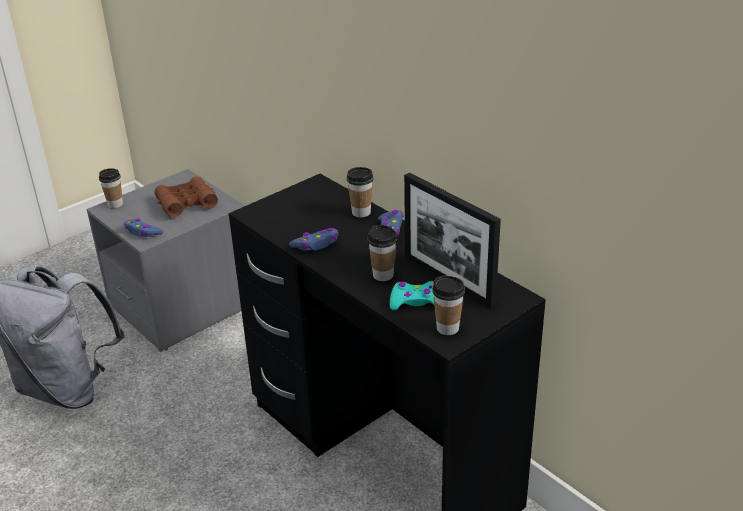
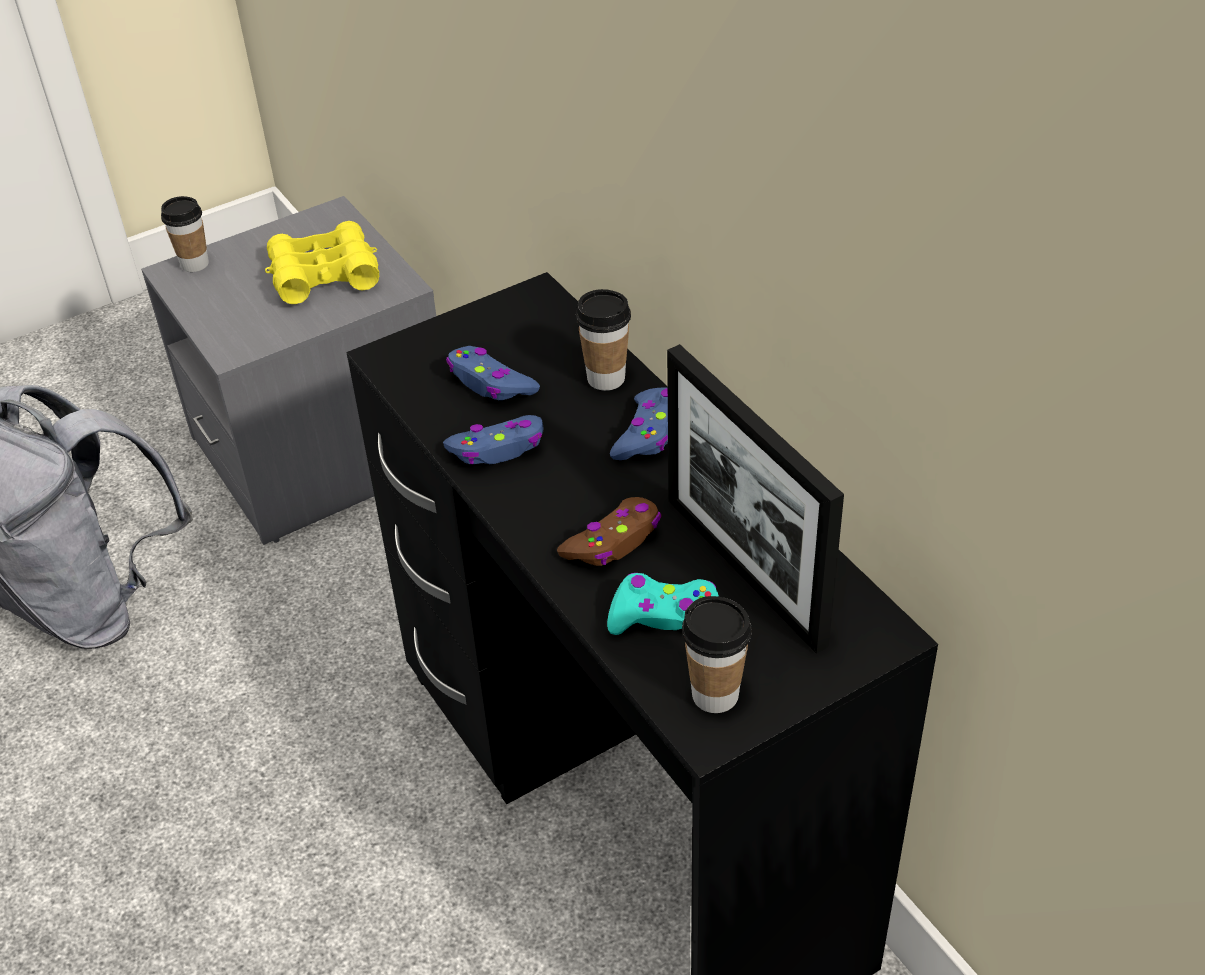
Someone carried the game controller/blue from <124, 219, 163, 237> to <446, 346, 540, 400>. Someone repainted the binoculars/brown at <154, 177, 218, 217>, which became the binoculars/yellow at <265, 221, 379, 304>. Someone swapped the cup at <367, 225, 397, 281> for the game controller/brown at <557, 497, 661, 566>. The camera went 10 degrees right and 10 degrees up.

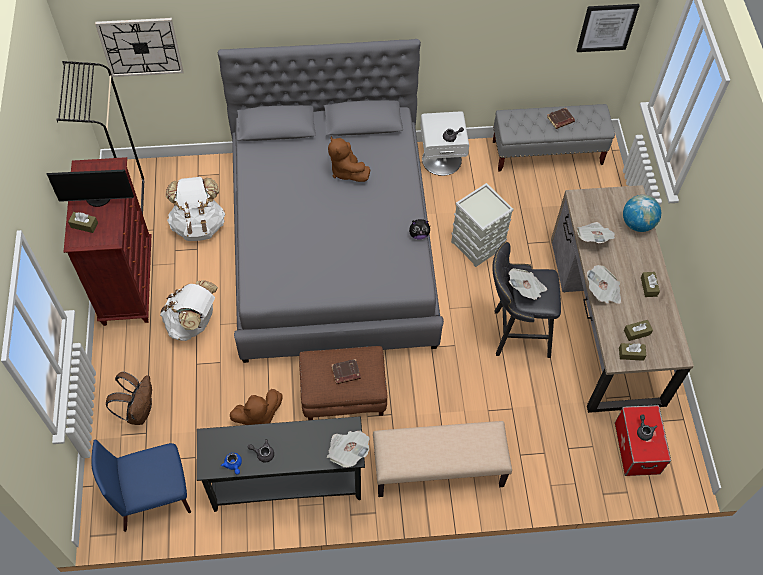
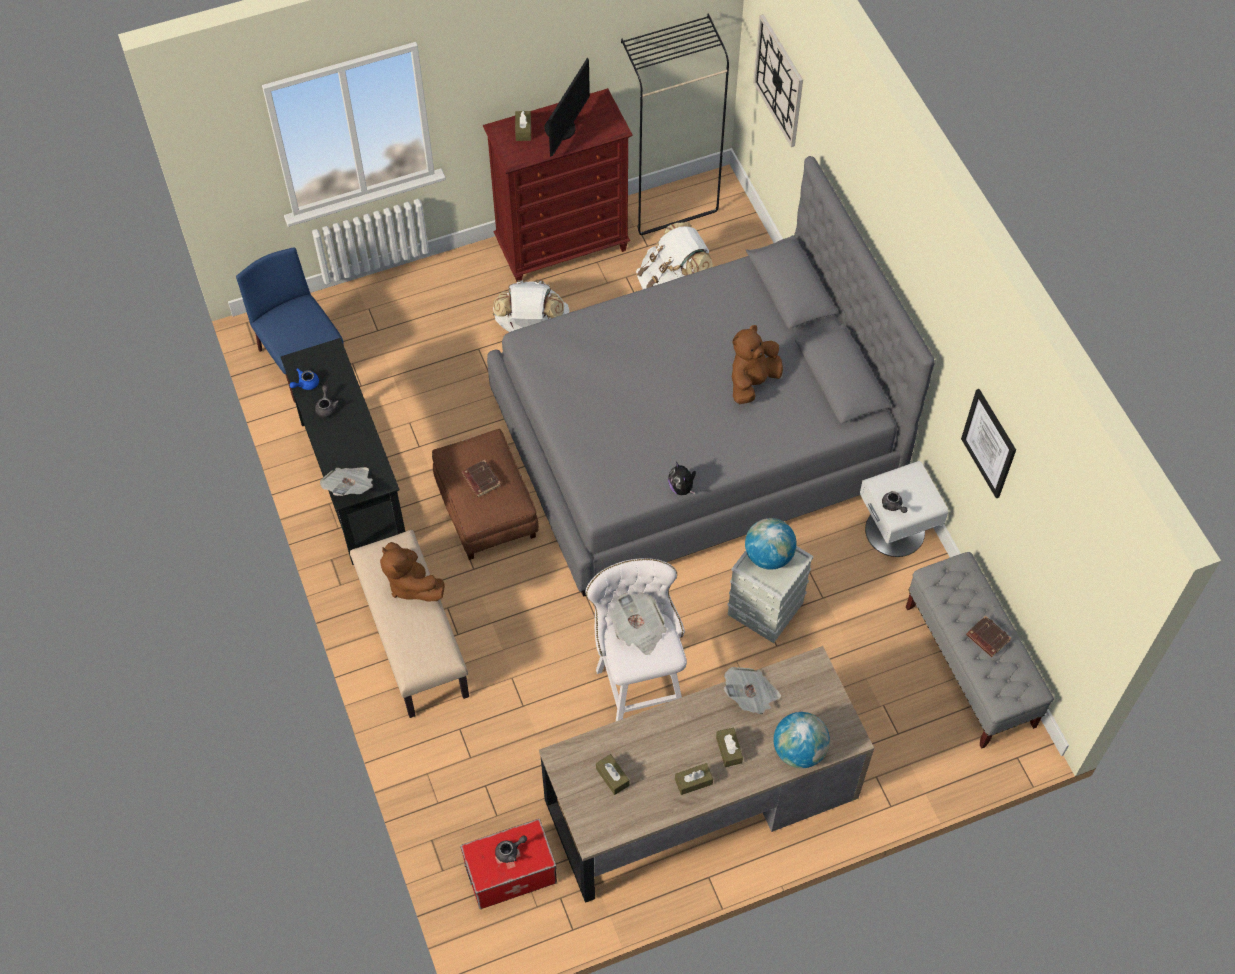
Someone rotated the monitor at <46, 170, 134, 207> by 135 degrees counterclockwise. Someone took away the backpack/brown at <106, 372, 152, 425>. Someone carried the plush toy/brown from <230, 389, 283, 425> to <380, 542, 445, 602>. Someone repainted the stool/black at <492, 242, 561, 358>, which became the stool/white at <585, 558, 687, 721>. Someone carried the picture from <577, 4, 640, 52> to <961, 389, 1016, 498>. Someone took away the newspaper at <587, 265, 621, 304>. Someone carried the tissue box/brown from <619, 343, 646, 361> to <716, 727, 743, 767>. Someone put down the globe at <745, 518, 797, 570>. The camera went 75 degrees right and 0 degrees up.

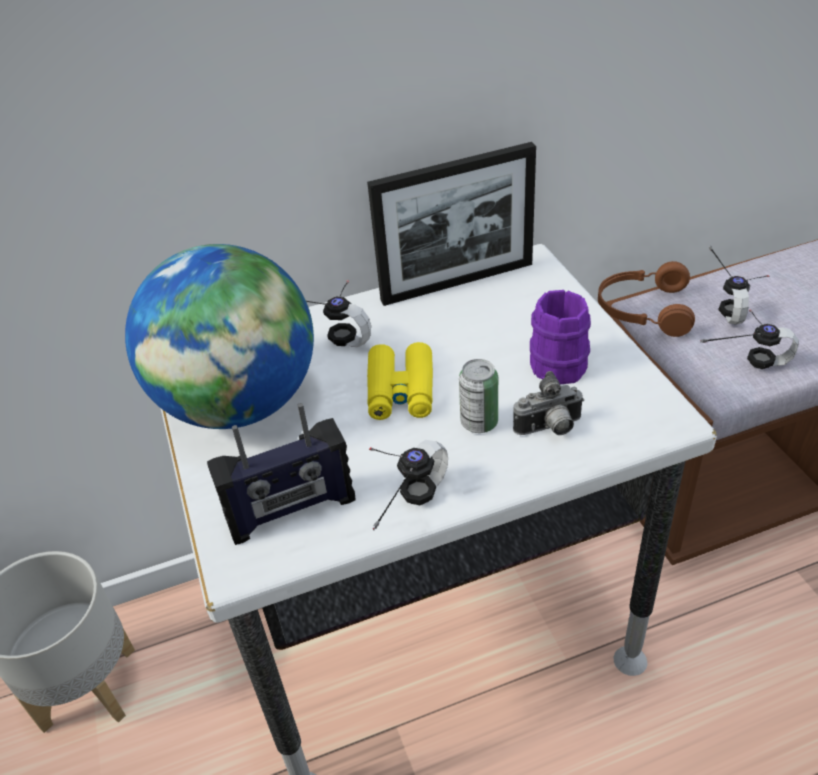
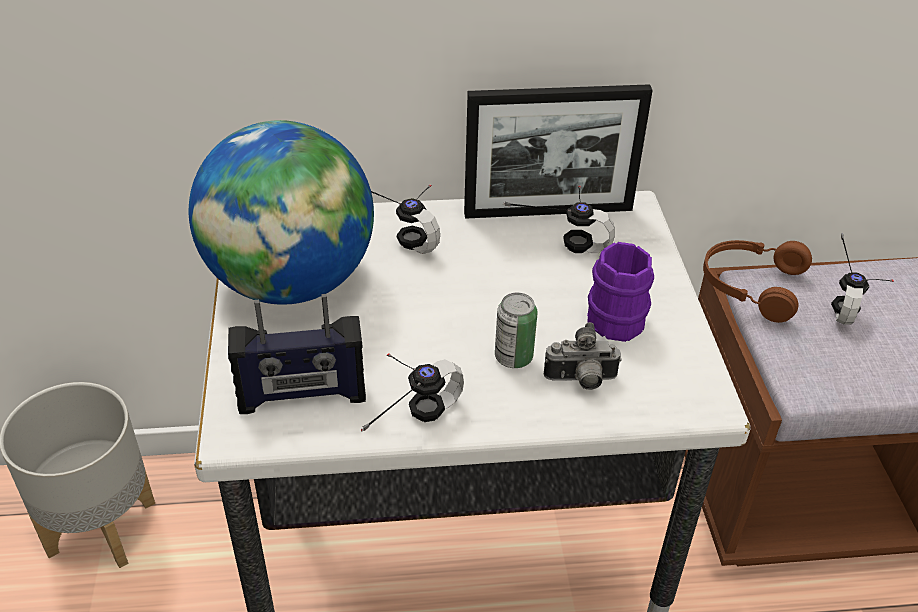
Someone took away the binoculars/yellow at <367, 342, 433, 420>. Someone carried the headphones from <700, 310, 799, 369> to <503, 186, 615, 253>. The camera went 10 degrees right and 0 degrees up.

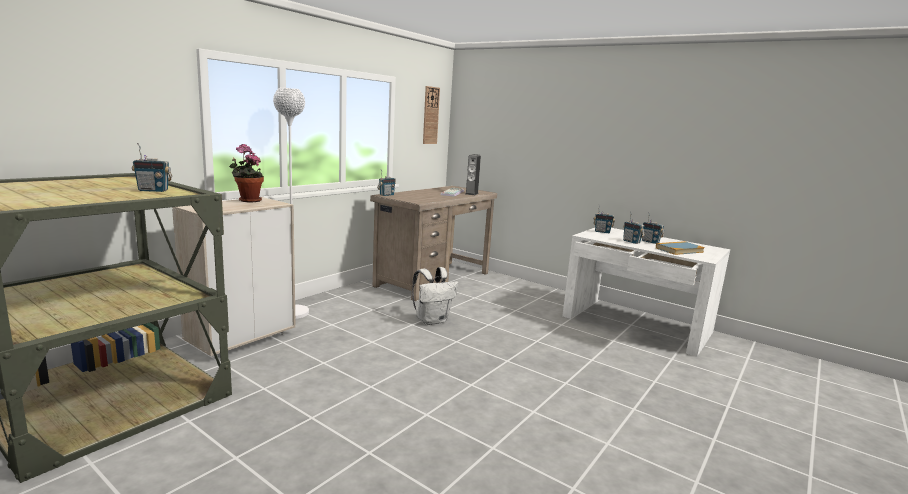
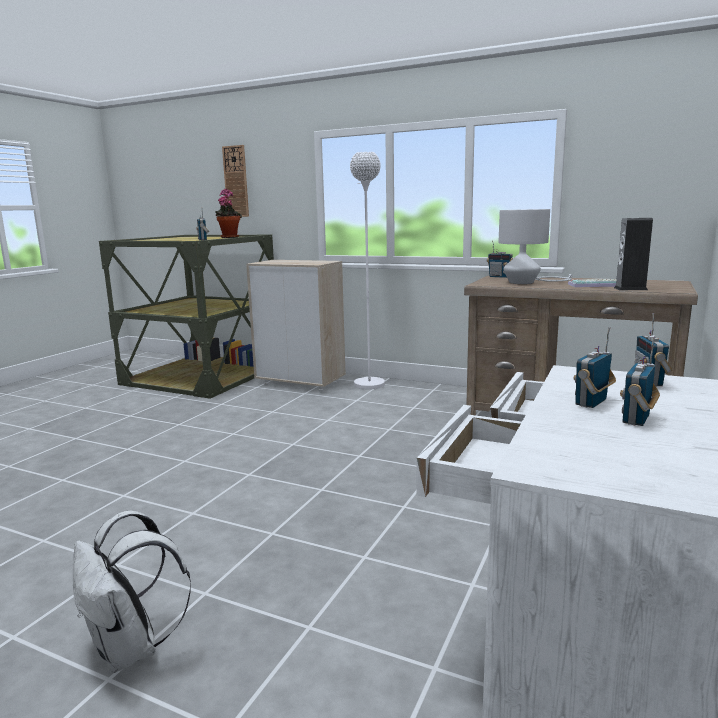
Someone carried the potted plant from <229, 144, 264, 202> to <215, 188, 242, 238>. Someone carried the backpack/white from <412, 267, 458, 325> to <73, 511, 191, 673>. Someone carried the wall clock from <423, 86, 440, 144> to <222, 145, 249, 217>. Someone took away the book at <656, 241, 705, 255>. Someone put down the table lamp/grey at <499, 209, 573, 284>. The camera went 80 degrees right and 0 degrees up.

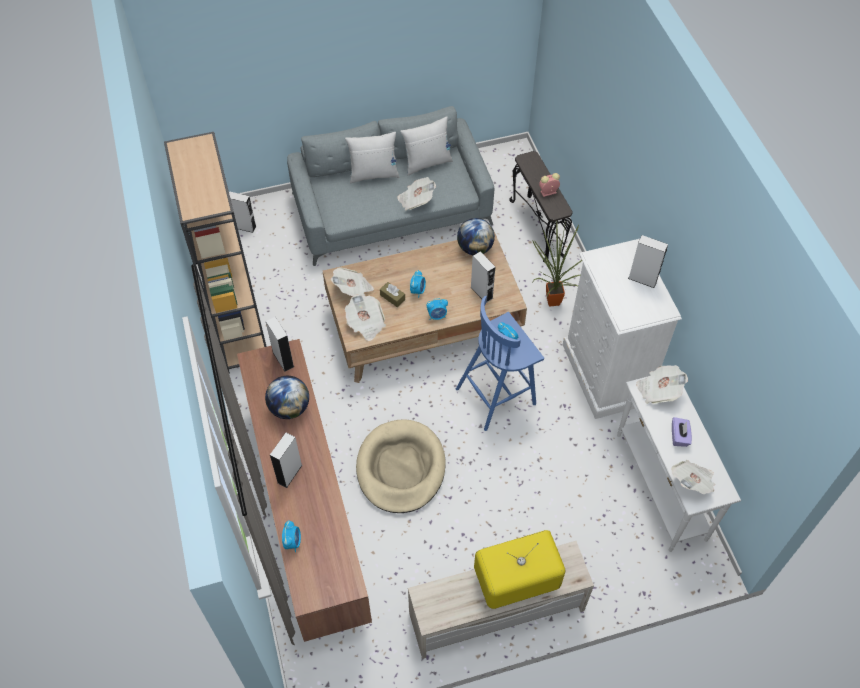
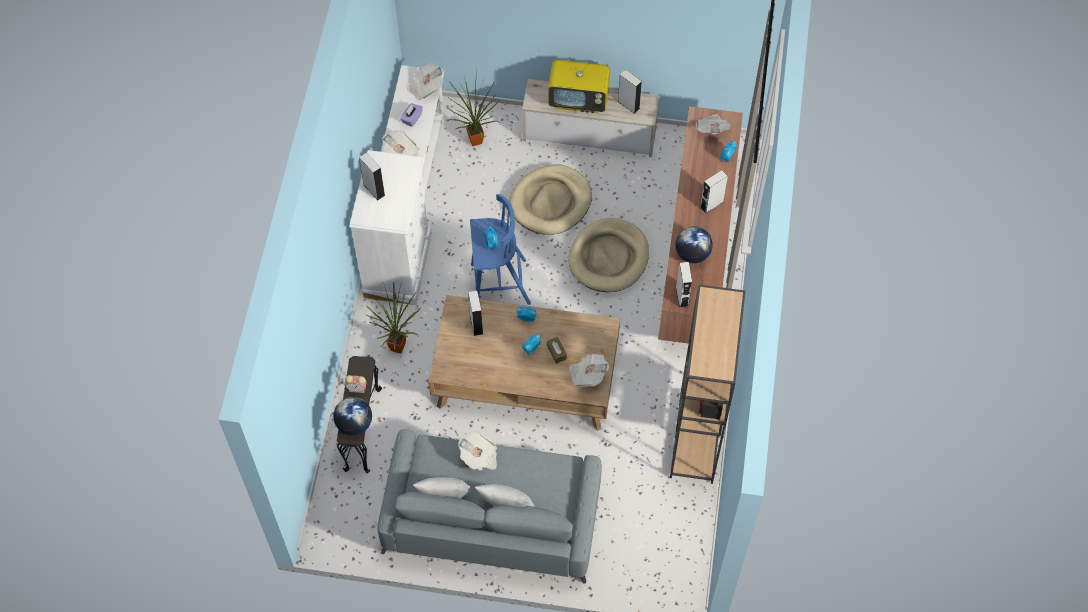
Someone carried the speaker/grey from <229, 191, 257, 233> to <618, 70, 642, 114>. Someone carried the newspaper from <345, 294, 386, 341> to <696, 114, 731, 134>. Someone carried the globe from <457, 218, 495, 255> to <333, 397, 372, 435>. Someone put down the potted plant at <448, 70, 501, 146>. Someone put down the dog bed/beige at <509, 164, 592, 235>. The camera went 155 degrees left and 5 degrees up.

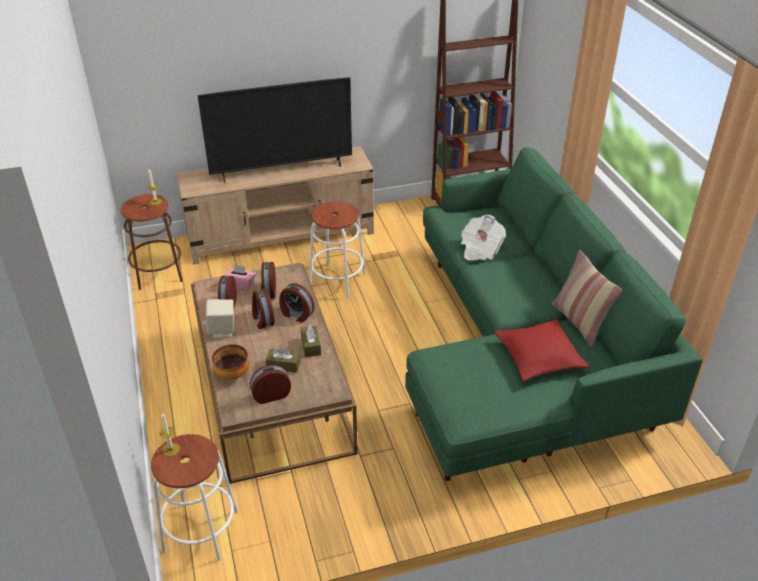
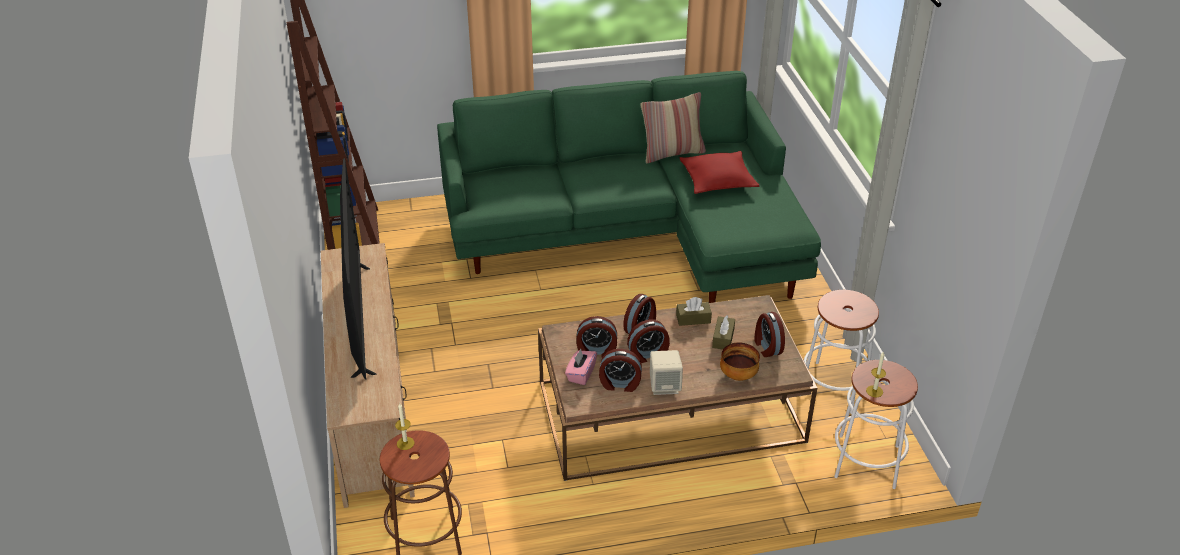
Someone carried the stool/white from <309, 201, 366, 299> to <804, 290, 879, 414>. Someone took away the newspaper at <461, 215, 506, 260>. The camera went 85 degrees left and 0 degrees up.

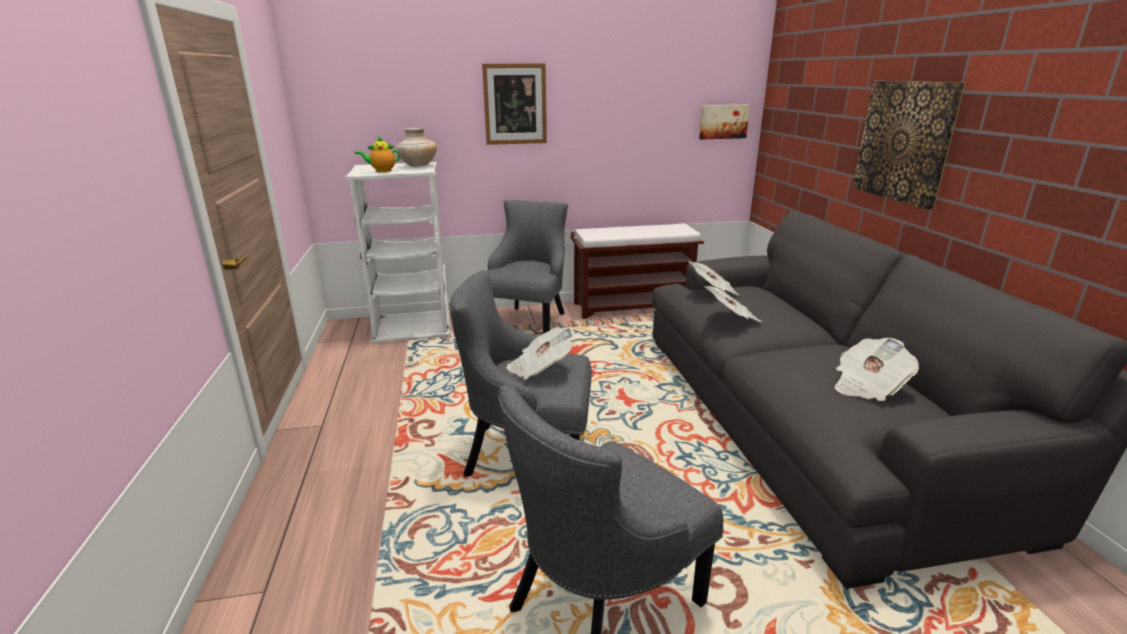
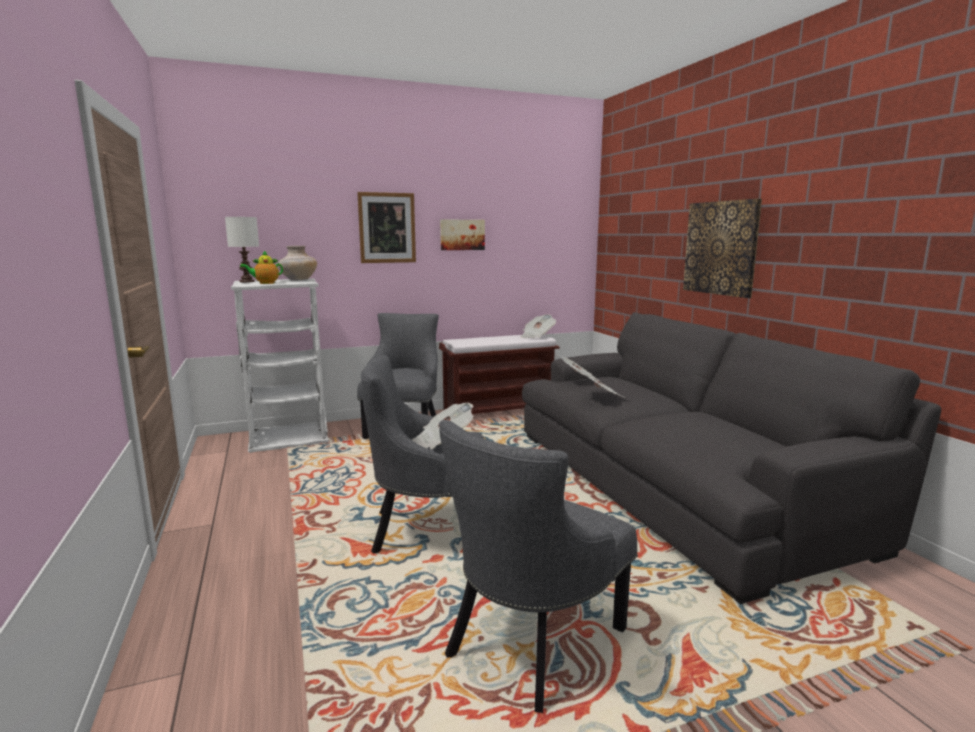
Someone carried the picture from <699, 105, 750, 139> to <440, 219, 485, 250>. Someone carried the newspaper from <835, 338, 919, 401> to <520, 314, 556, 338>. Someone put down the table lamp/white at <225, 217, 259, 282>. The camera went 10 degrees left and 10 degrees down.

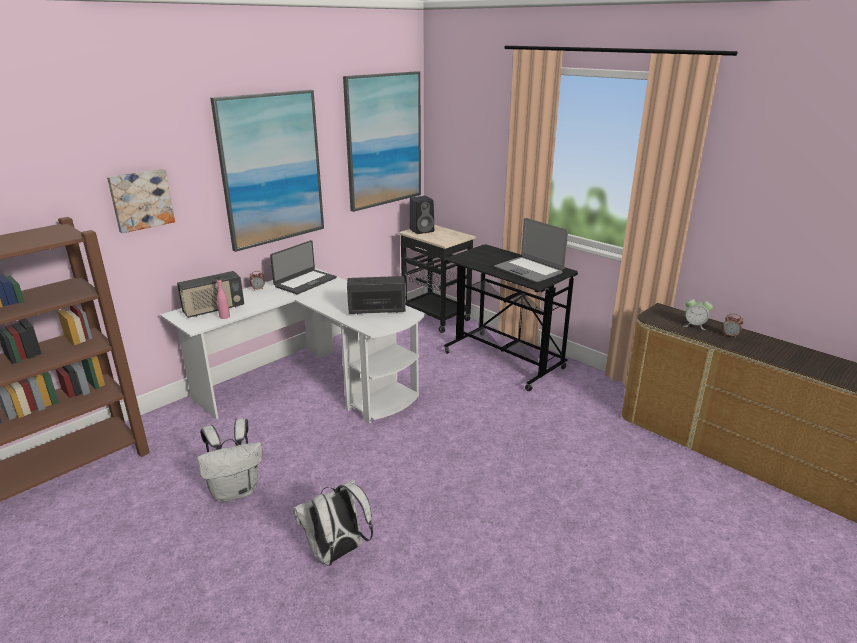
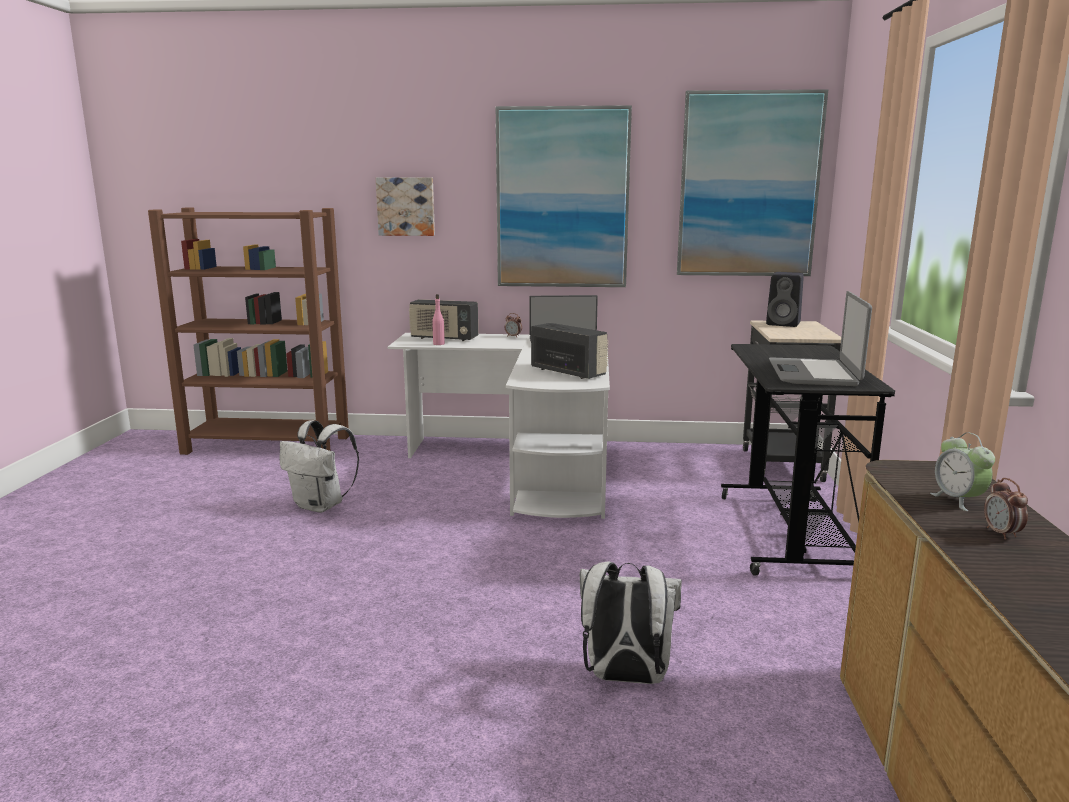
Someone carried the backpack/white from <293, 479, 373, 566> to <580, 561, 682, 684>. The camera went 50 degrees right and 10 degrees down.

